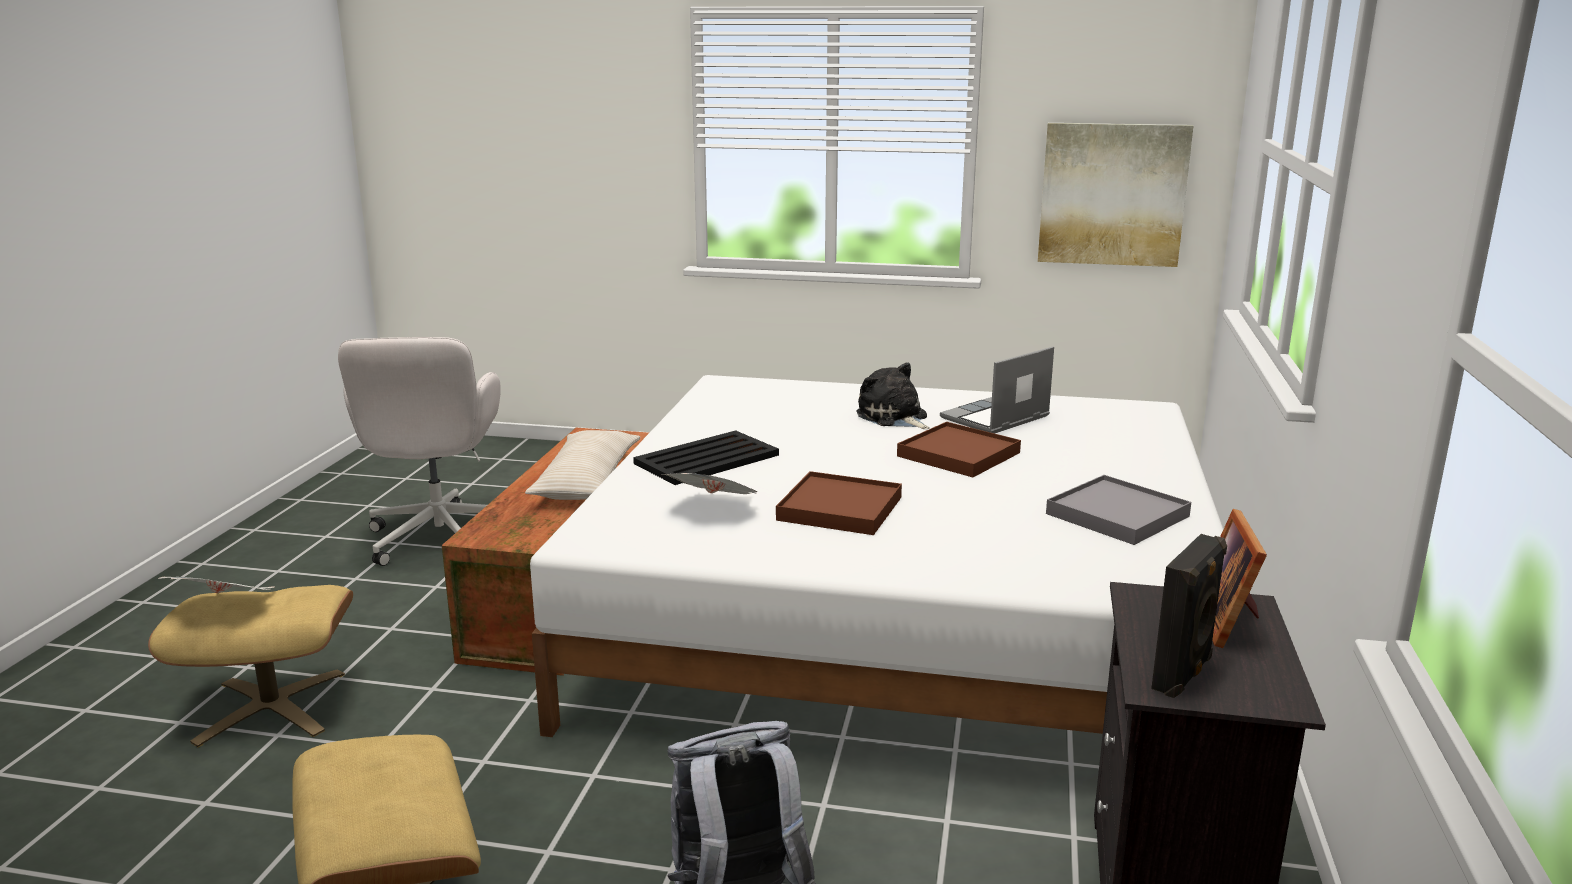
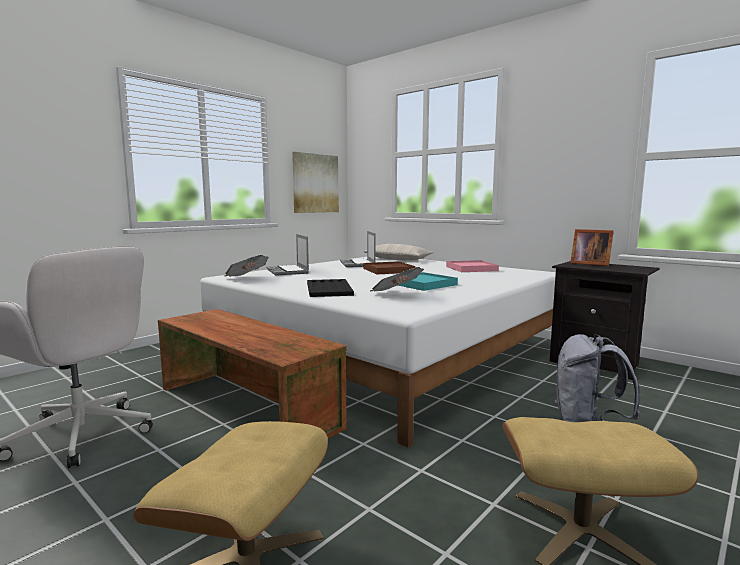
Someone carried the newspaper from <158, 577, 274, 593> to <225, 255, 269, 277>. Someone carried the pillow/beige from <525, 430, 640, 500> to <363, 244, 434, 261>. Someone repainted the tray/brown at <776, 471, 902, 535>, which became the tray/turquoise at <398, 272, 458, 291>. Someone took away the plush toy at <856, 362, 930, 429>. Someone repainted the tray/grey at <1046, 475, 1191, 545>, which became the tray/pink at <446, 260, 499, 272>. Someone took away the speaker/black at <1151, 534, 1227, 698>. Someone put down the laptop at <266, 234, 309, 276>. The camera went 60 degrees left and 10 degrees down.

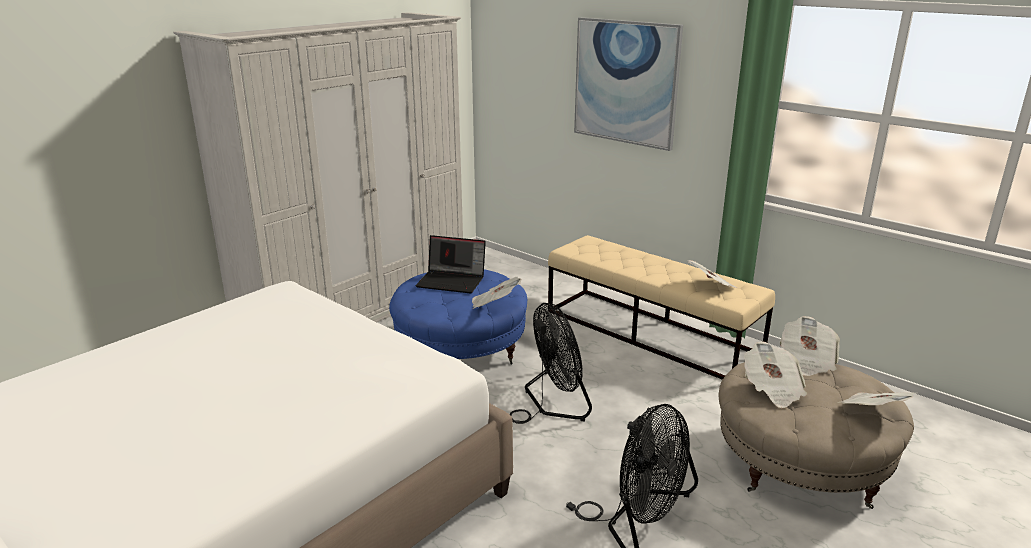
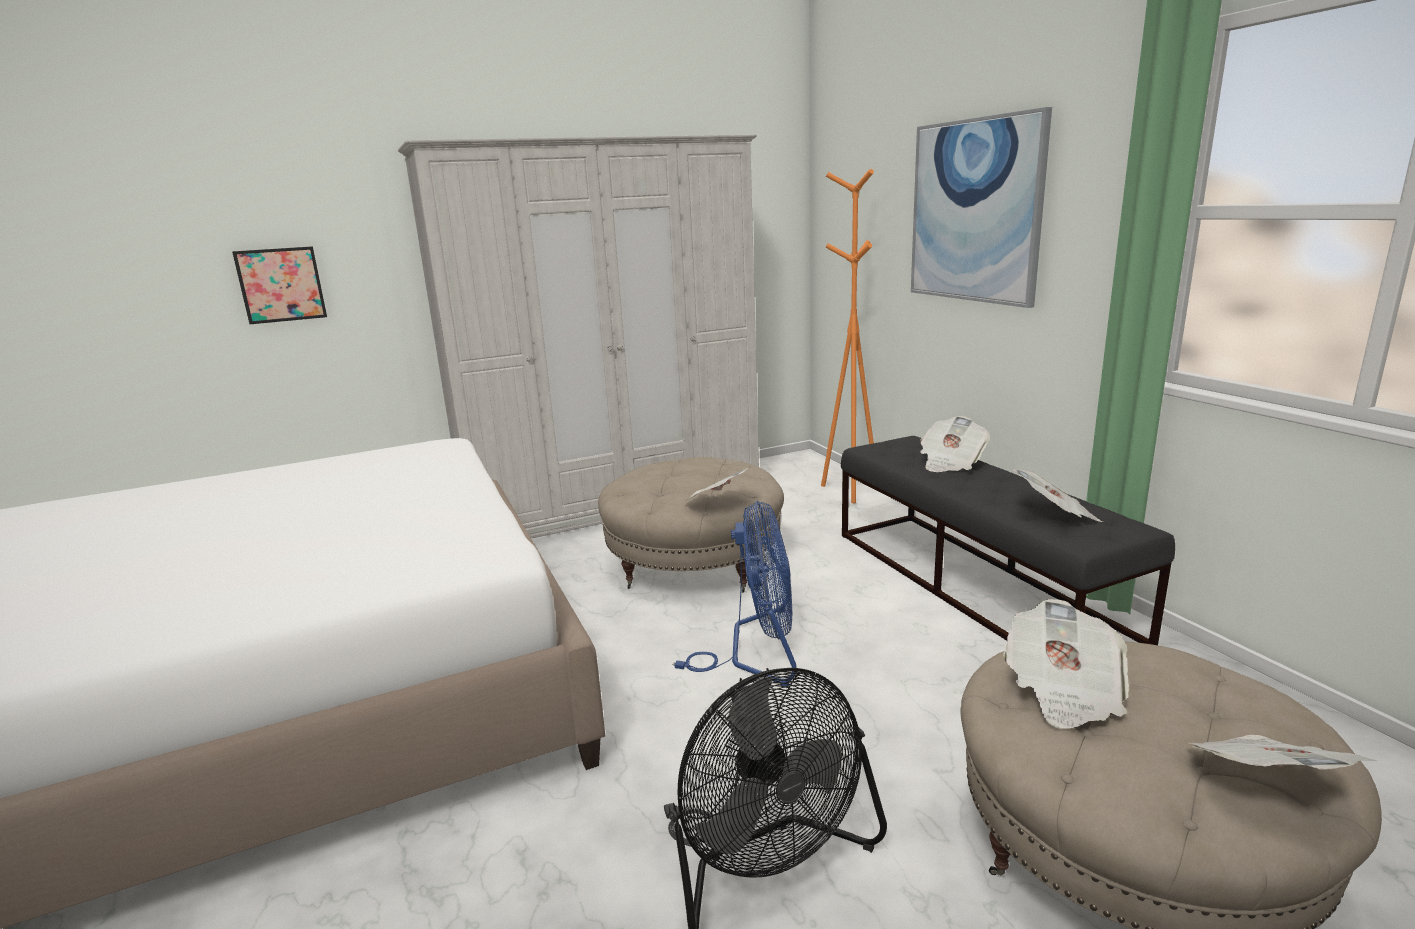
Someone repainted the ottoman/blue at <389, 269, 527, 364>, which became the ottoman/beige at <598, 457, 784, 592>. Someone took away the laptop at <416, 235, 486, 293>. Someone repainted the fan/black at <510, 303, 592, 424>, which became the fan/blue at <672, 501, 797, 688>. Someone repainted the bench/beige at <548, 235, 775, 380>, which became the bench/black at <841, 436, 1175, 645>. Someone carried the newspaper from <780, 316, 840, 376> to <920, 416, 990, 472>. Someone put up the picture at <232, 246, 327, 324>. Someone put down the clothes rack/orange at <821, 169, 874, 503>. The camera went 25 degrees right and 5 degrees down.

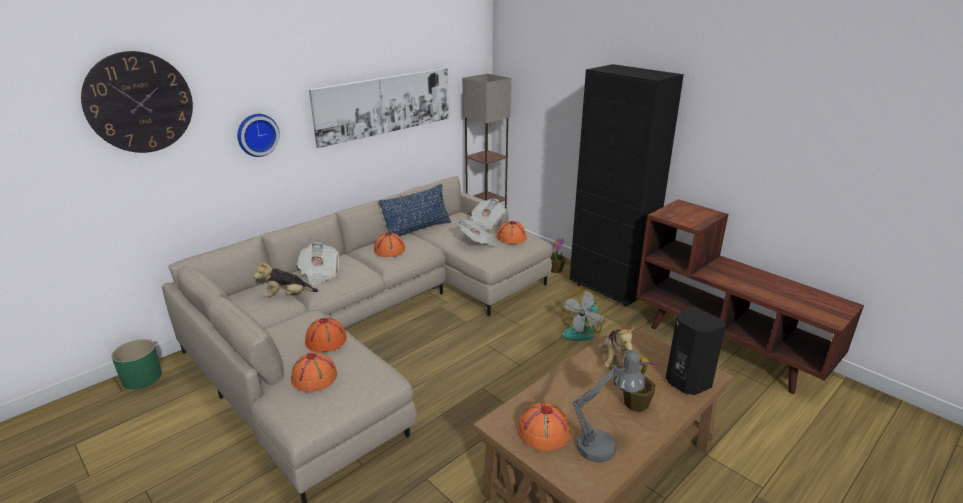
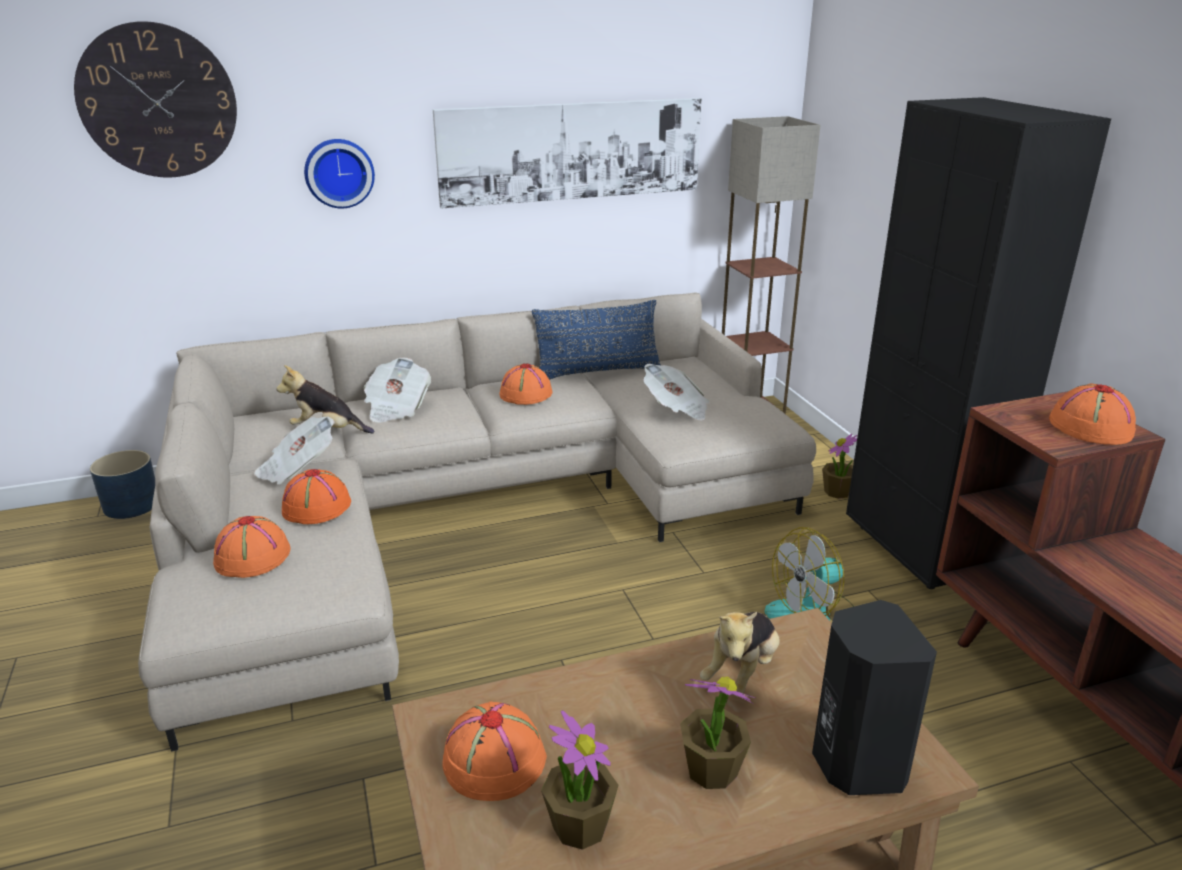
Someone repainted the planter/green at <111, 339, 162, 389>, which became the planter/blue at <90, 450, 155, 519>. Someone carried the newspaper from <470, 199, 505, 230> to <254, 417, 335, 485>. Someone carried the hat/orange from <497, 221, 527, 244> to <1049, 384, 1136, 445>. Someone swapped the table lamp/grey at <572, 351, 645, 462> for the potted plant at <541, 710, 619, 850>. The camera went 25 degrees right and 0 degrees up.

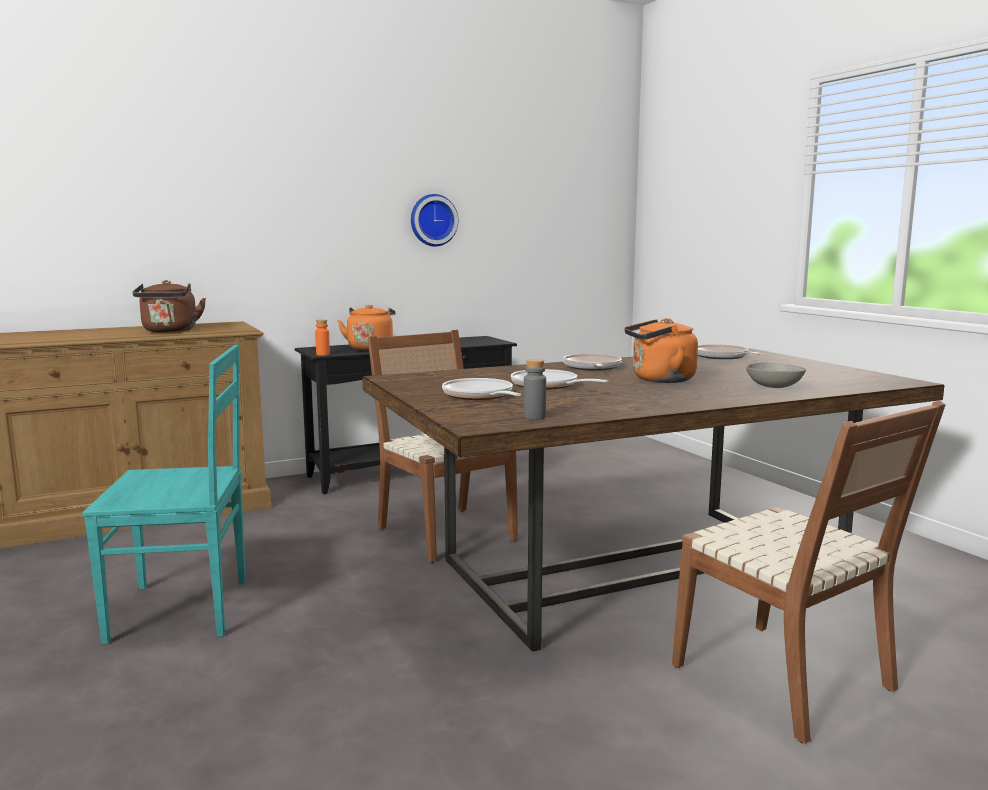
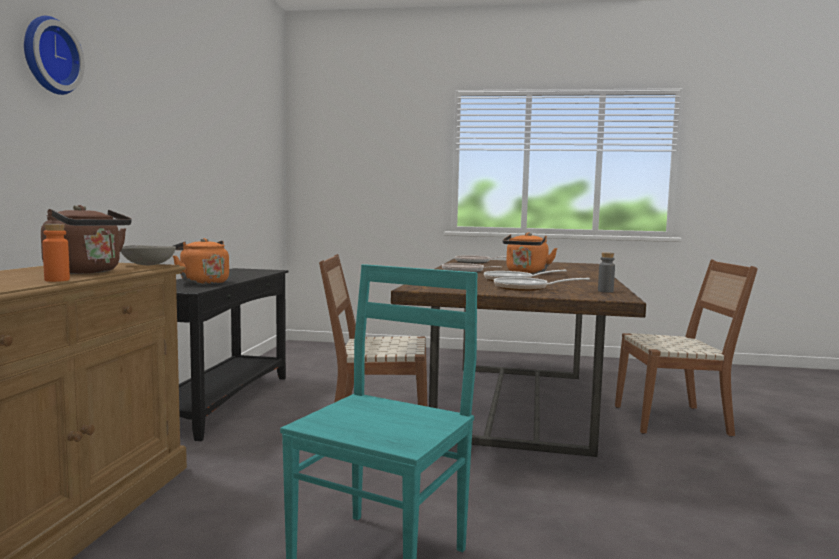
Someone carried the bottle/orange from <315, 320, 330, 356> to <42, 224, 70, 282>. Someone carried the wall clock from <411, 194, 458, 247> to <24, 16, 85, 95>. Someone carried the bowl/grey from <746, 362, 806, 388> to <121, 245, 176, 265>. The camera went 55 degrees left and 5 degrees down.

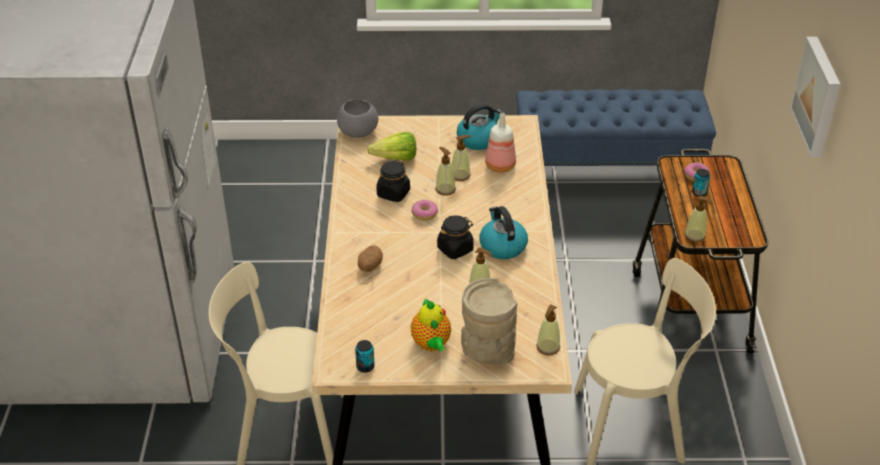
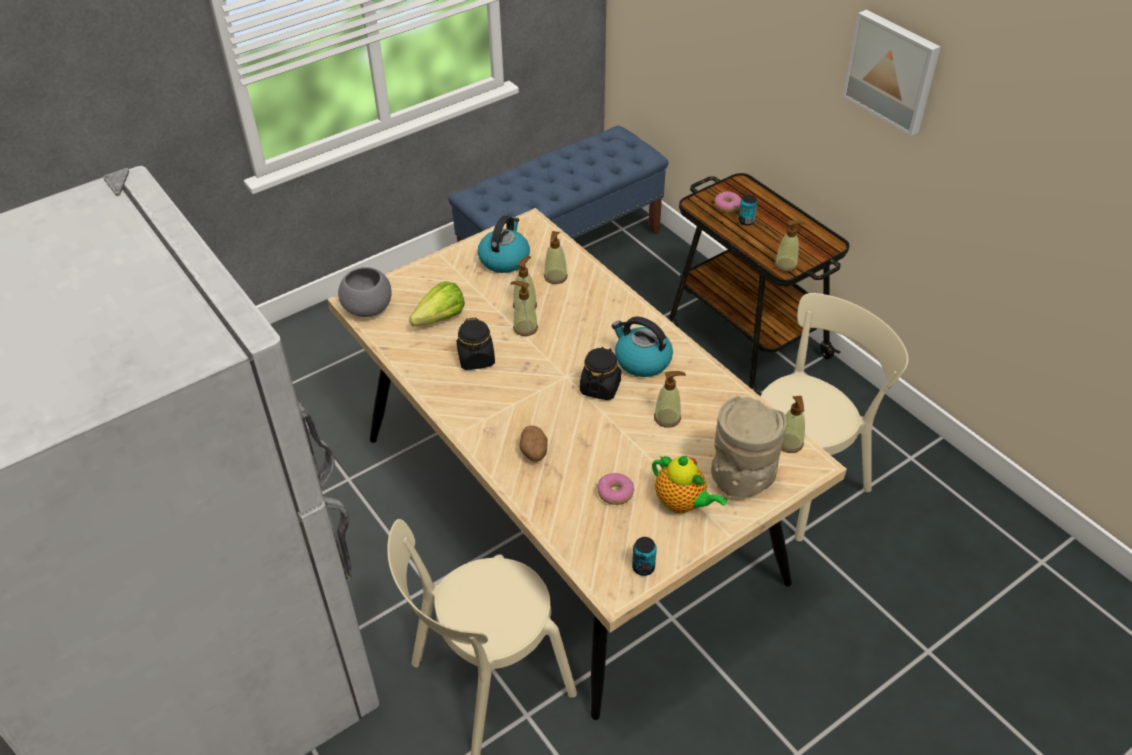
Someone carried the donut from <412, 200, 438, 221> to <597, 473, 634, 505>. Someone swapped the bottle at <485, 113, 516, 173> for the soap dispenser at <544, 231, 567, 284>. The camera went 35 degrees left and 5 degrees up.

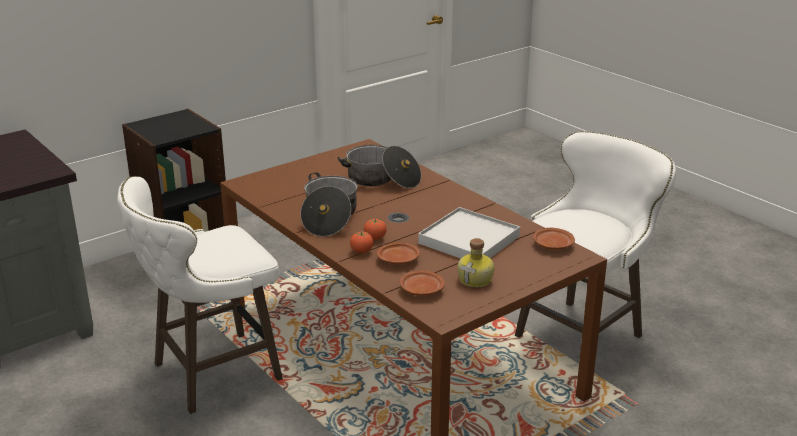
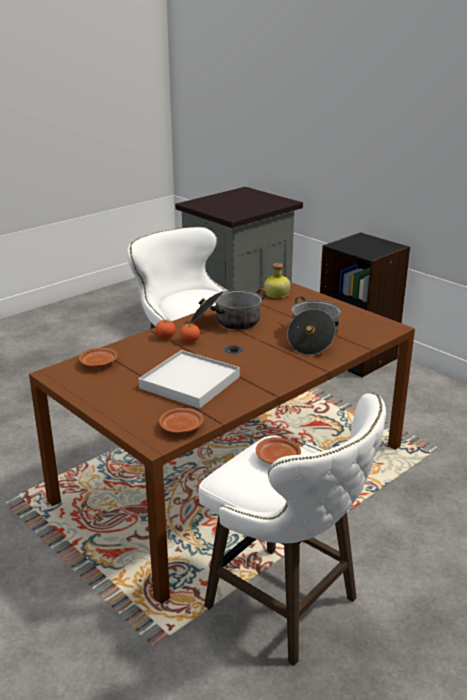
Someone carried the plate/brown from <377, 242, 420, 264> to <256, 437, 301, 464>. Someone carried the bottle from <458, 238, 495, 287> to <264, 263, 291, 298>. The camera went 85 degrees right and 0 degrees up.

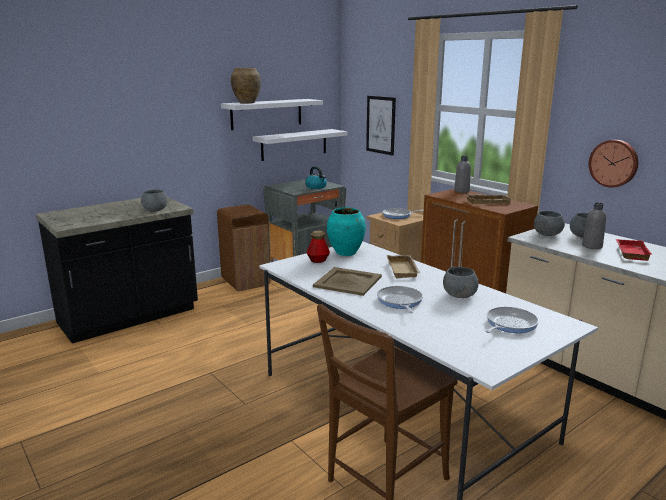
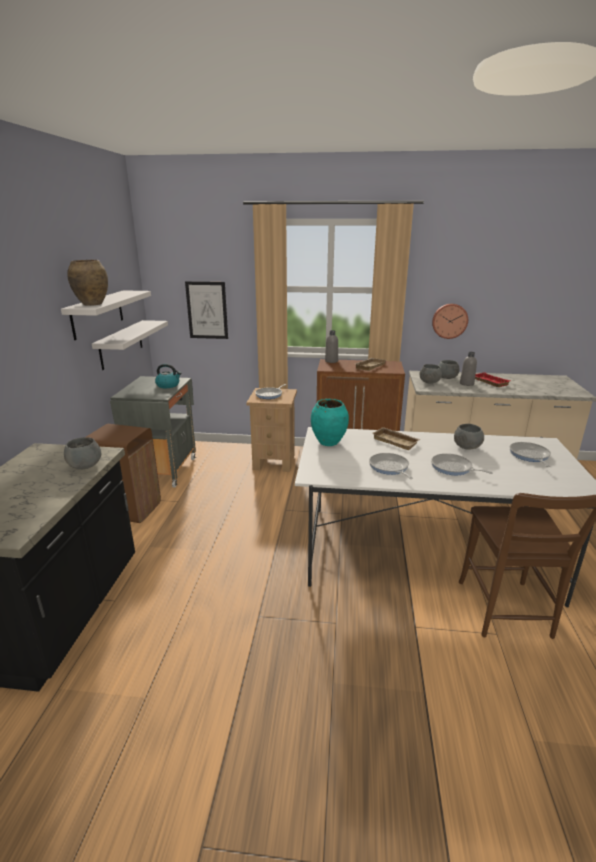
Someone took away the bottle at <307, 230, 330, 263>. Someone swapped the tray/beige at <313, 267, 382, 296> for the frying pan at <369, 453, 413, 479>. The camera went 45 degrees left and 5 degrees up.

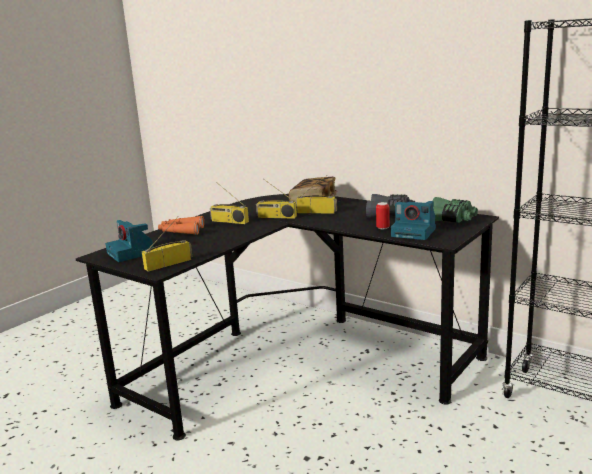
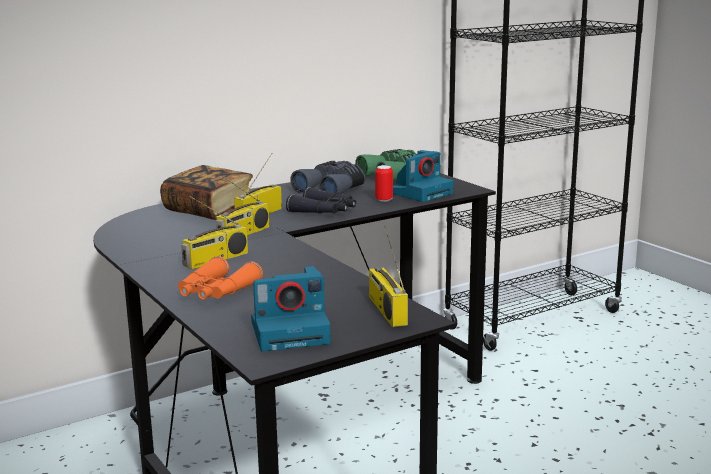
Someone put down the binoculars/black at <286, 187, 356, 214>. The camera went 70 degrees left and 0 degrees up.

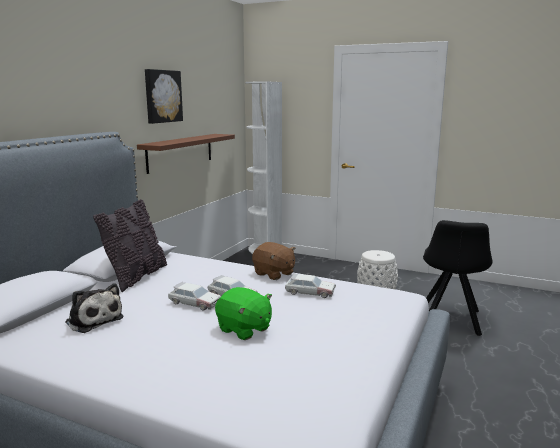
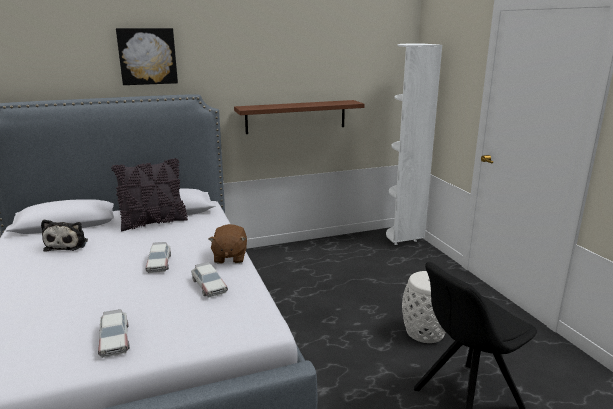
Someone carried the picture from <145, 69, 183, 124> to <116, 28, 178, 85>. Someone carried the toy car from <168, 282, 221, 311> to <98, 309, 130, 358>. Someone took away the plush toy/green at <215, 287, 272, 340>. The camera went 45 degrees right and 5 degrees up.

